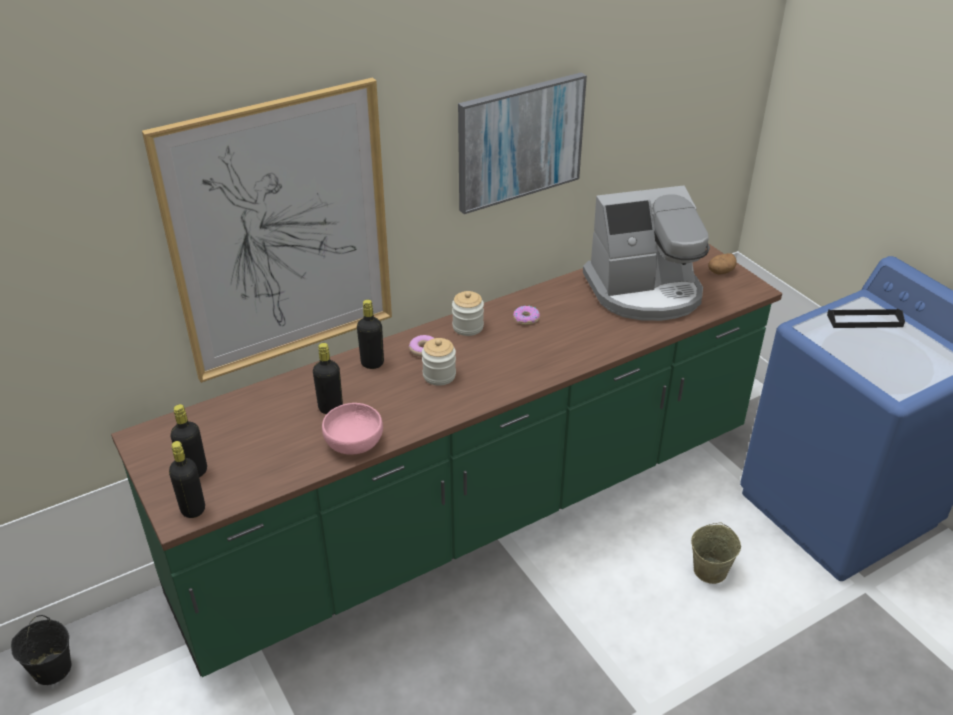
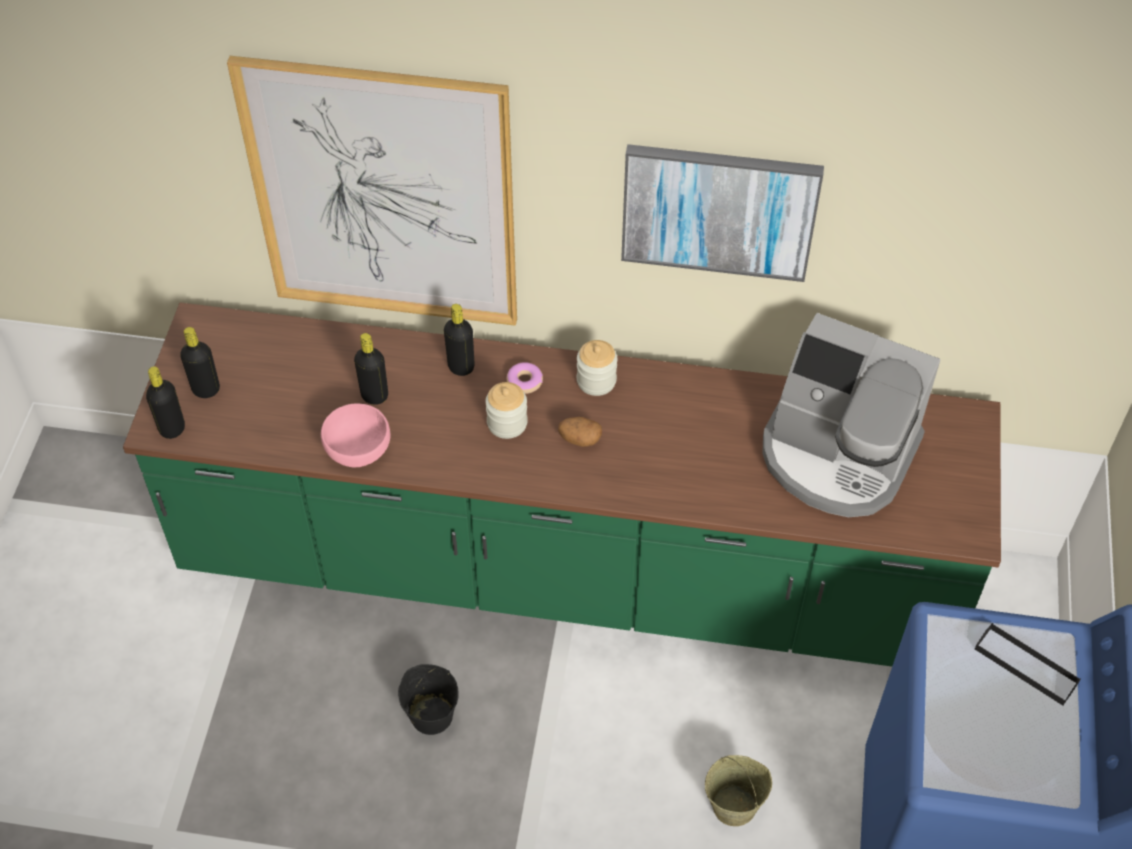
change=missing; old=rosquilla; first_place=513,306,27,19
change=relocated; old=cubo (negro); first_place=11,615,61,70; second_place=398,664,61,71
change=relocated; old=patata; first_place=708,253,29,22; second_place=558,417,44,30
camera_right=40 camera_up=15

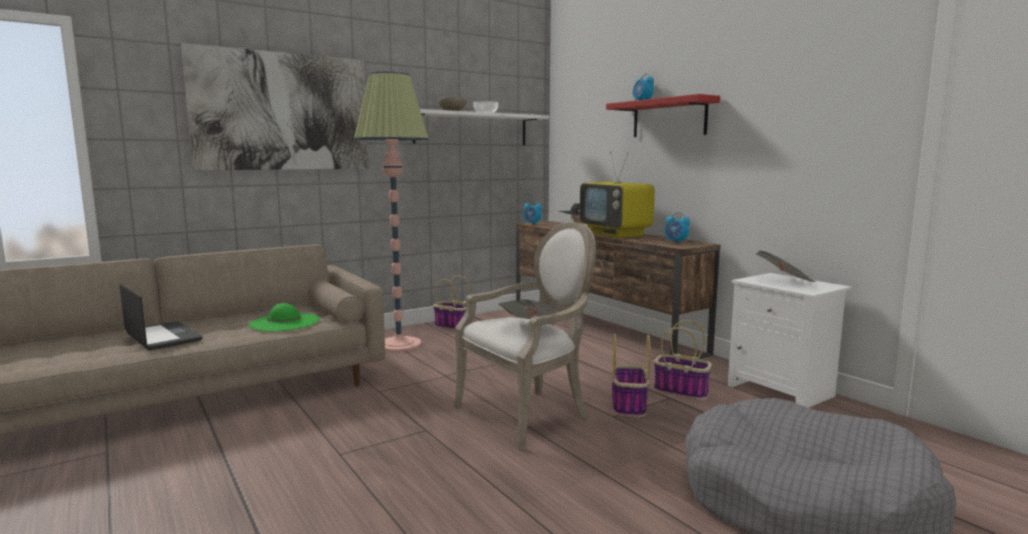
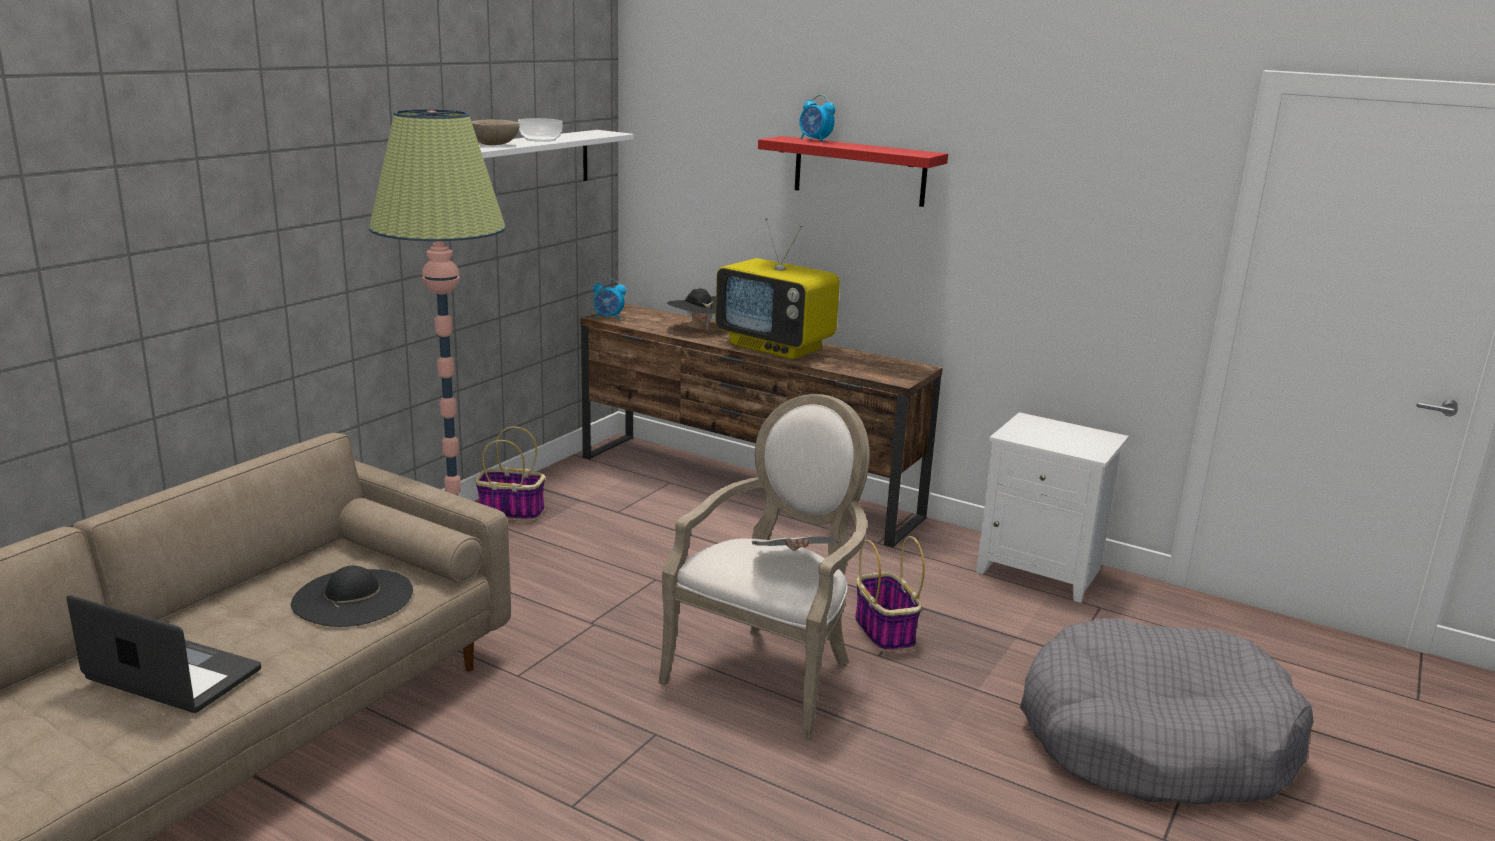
change=missing; old=cuadro; first_place=181,43,187,127
change=missing; old=cesta; first_place=654,320,58,80
change=missing; old=despertador; first_place=664,212,26,32
change=missing; old=periódico; first_place=756,251,60,31
change=colour; old=sombrero (verde); new=sombrero (negro); first_place=248,303,72,29; second_place=291,566,122,61
camera_right=-25 camera_up=10

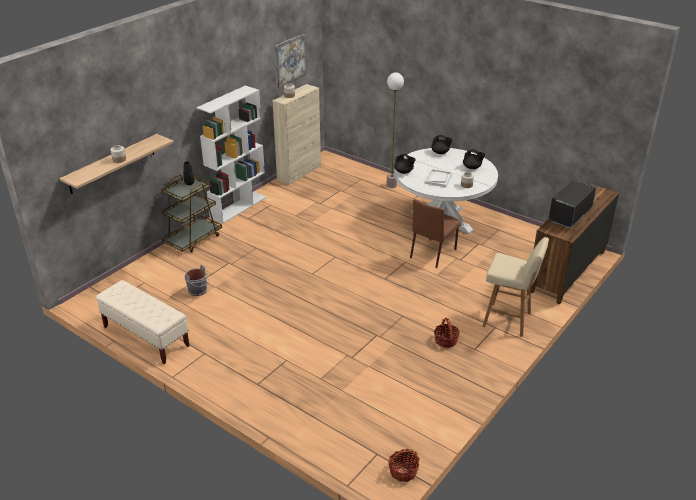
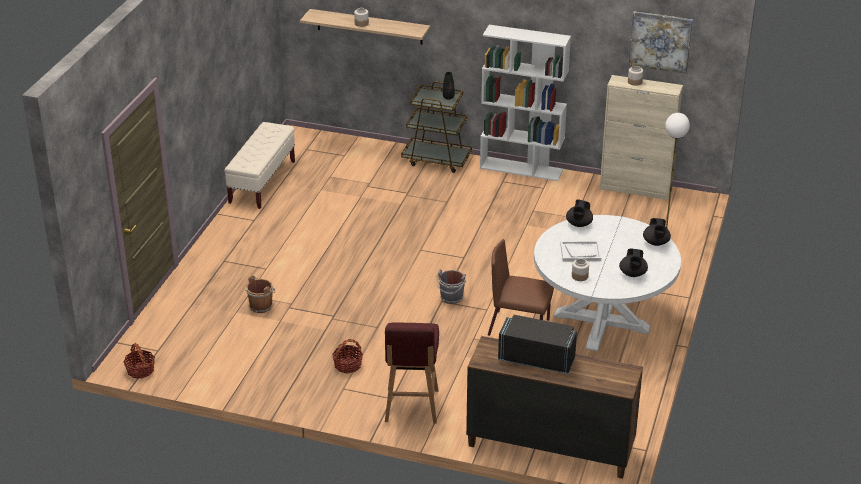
change=appeared; new=cubo (marrón); second_place=245,275,31,38
change=relocated; old=cubo (gris); first_place=184,265,25,31; second_place=437,270,29,34
change=colour; old=taburete (beis); new=taburete (rojo); first_place=482,237,67,100; second_place=385,322,54,102
camera_right=70 camera_up=0

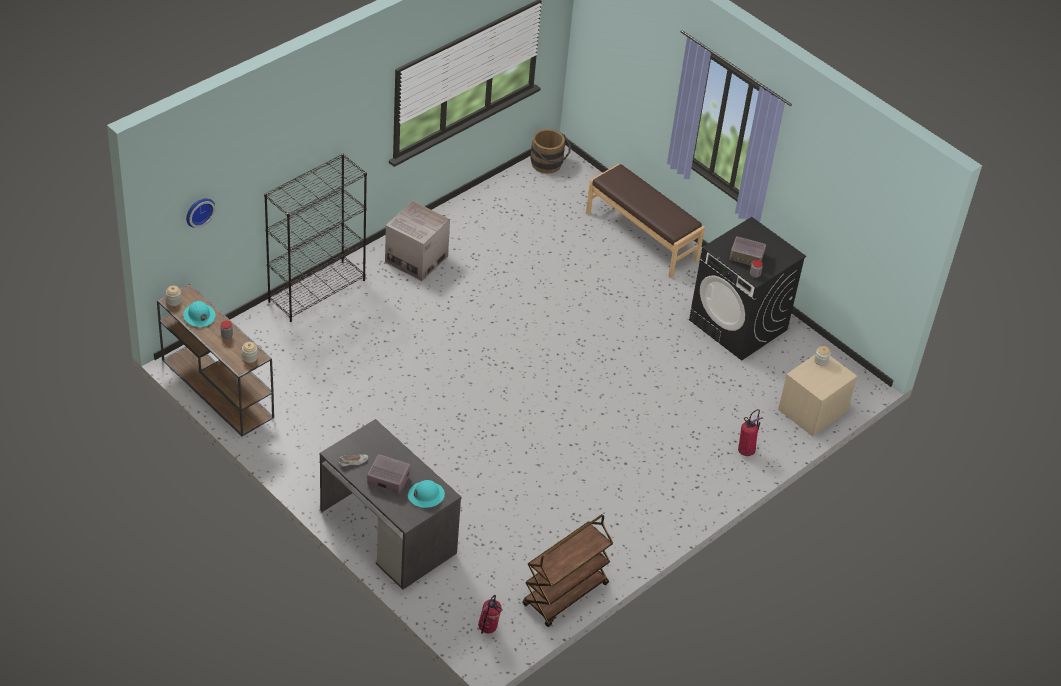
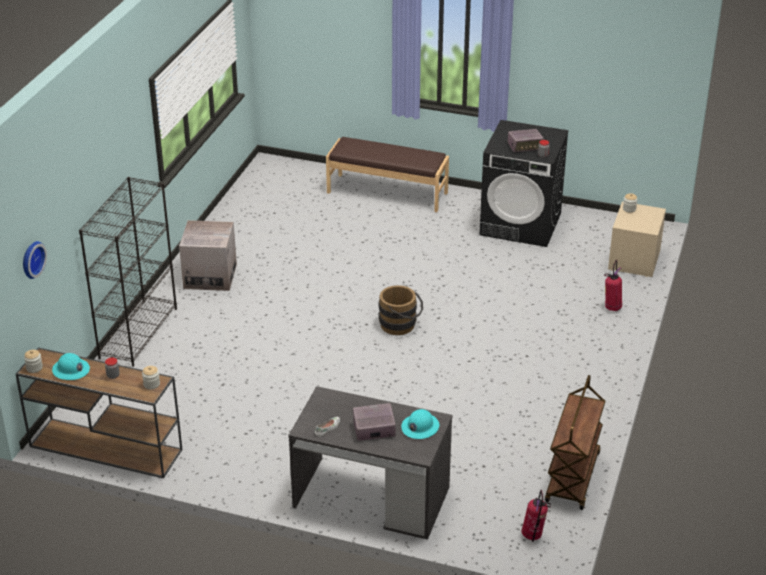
change=relocated; old=cubo (marrón); first_place=530,129,41,45; second_place=379,285,44,50
camera_right=-25 camera_up=-10

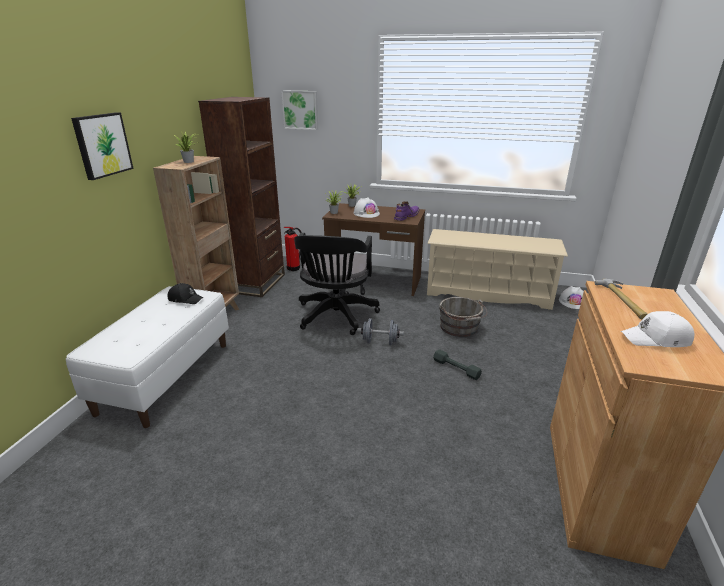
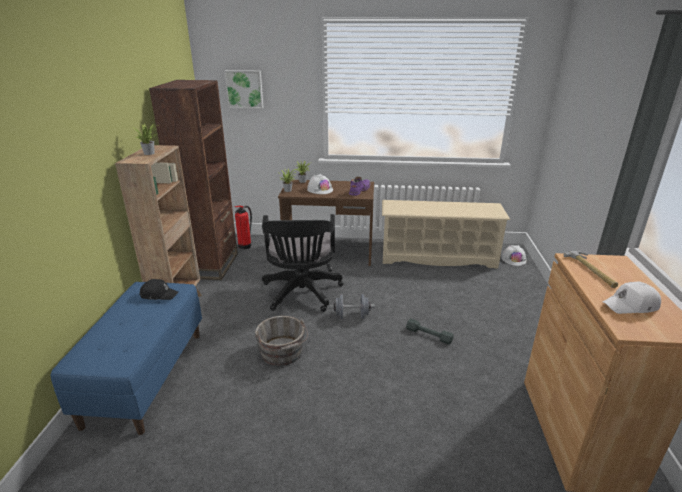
change=missing; old=cuadro; first_place=71,112,63,68
change=relocated; old=cubo (gris); first_place=439,297,49,40; second_place=255,316,53,50
change=colour; old=banco (blanco); new=banco (azul); first_place=66,286,163,142; second_place=51,282,151,153
camera_right=-10 camera_up=0

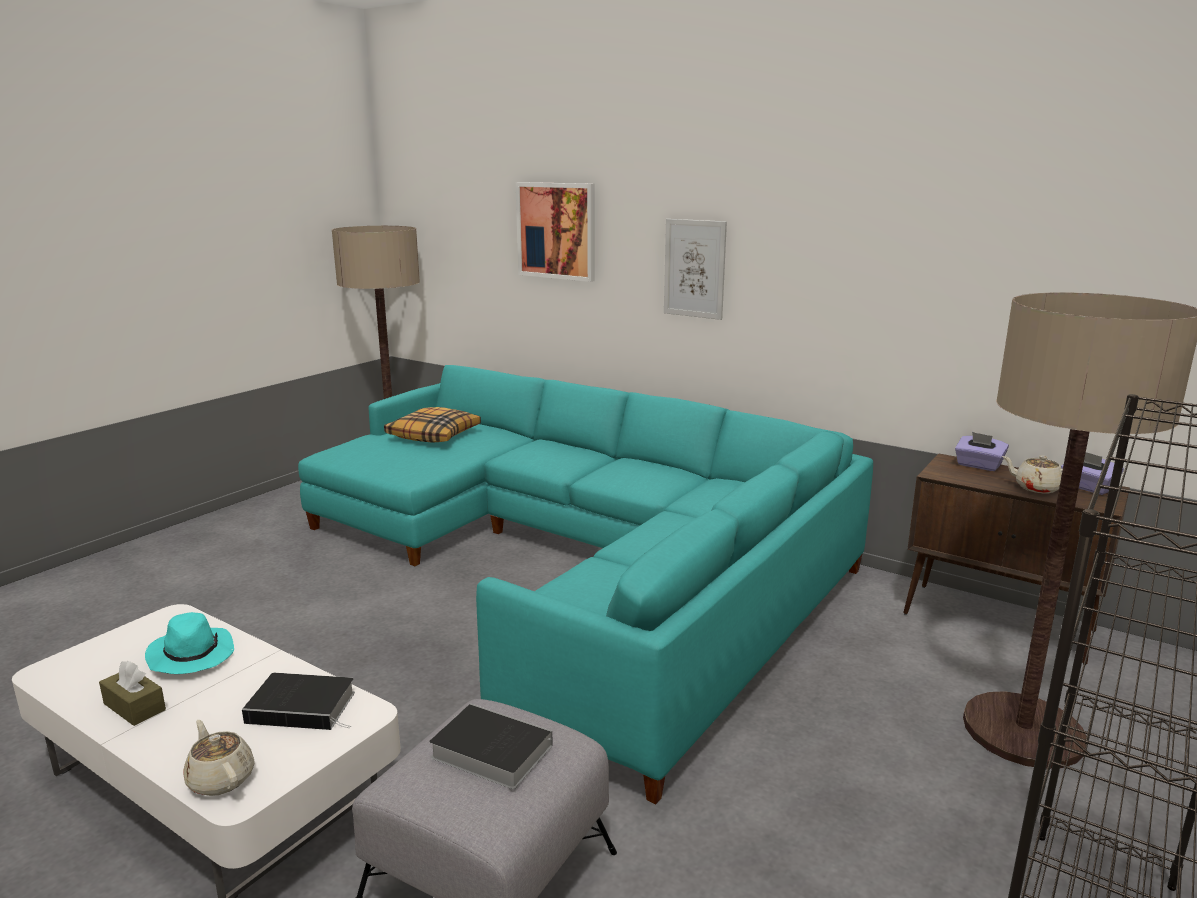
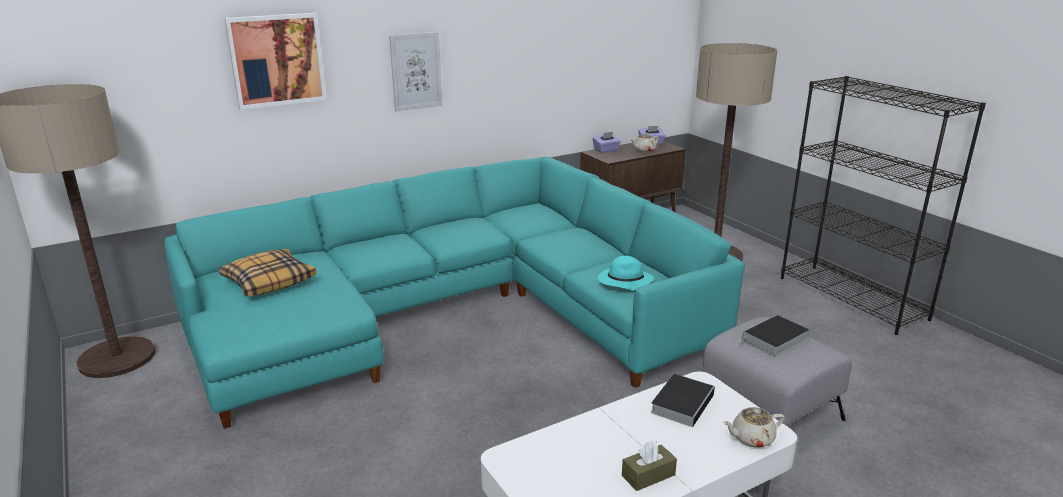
change=relocated; old=sombrero (turquesa); first_place=145,612,89,62; second_place=598,255,56,36
camera_right=-65 camera_up=5

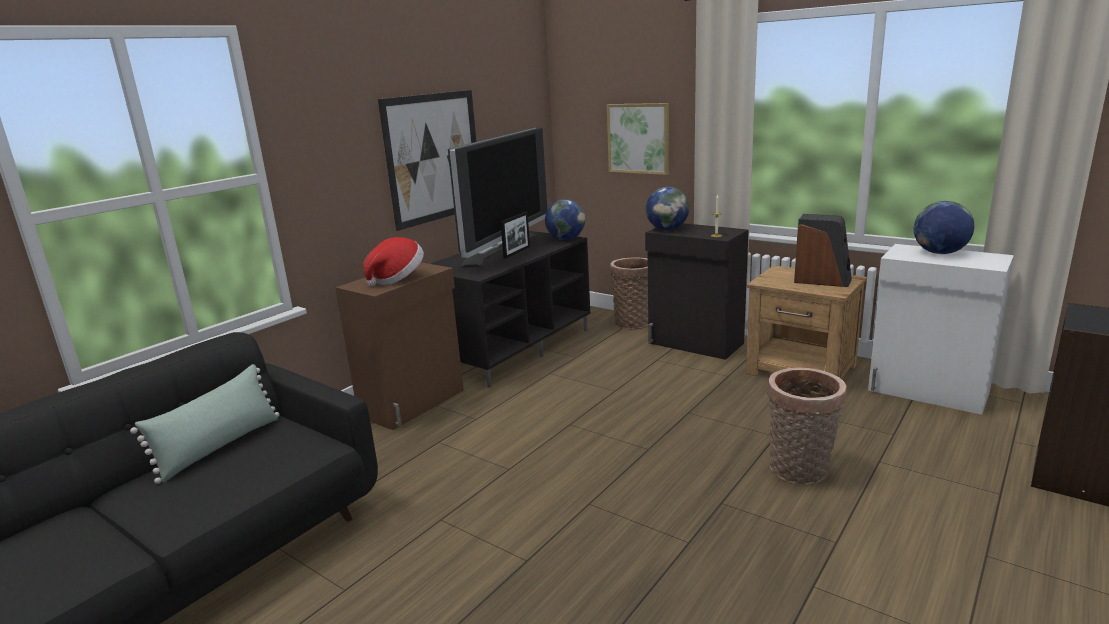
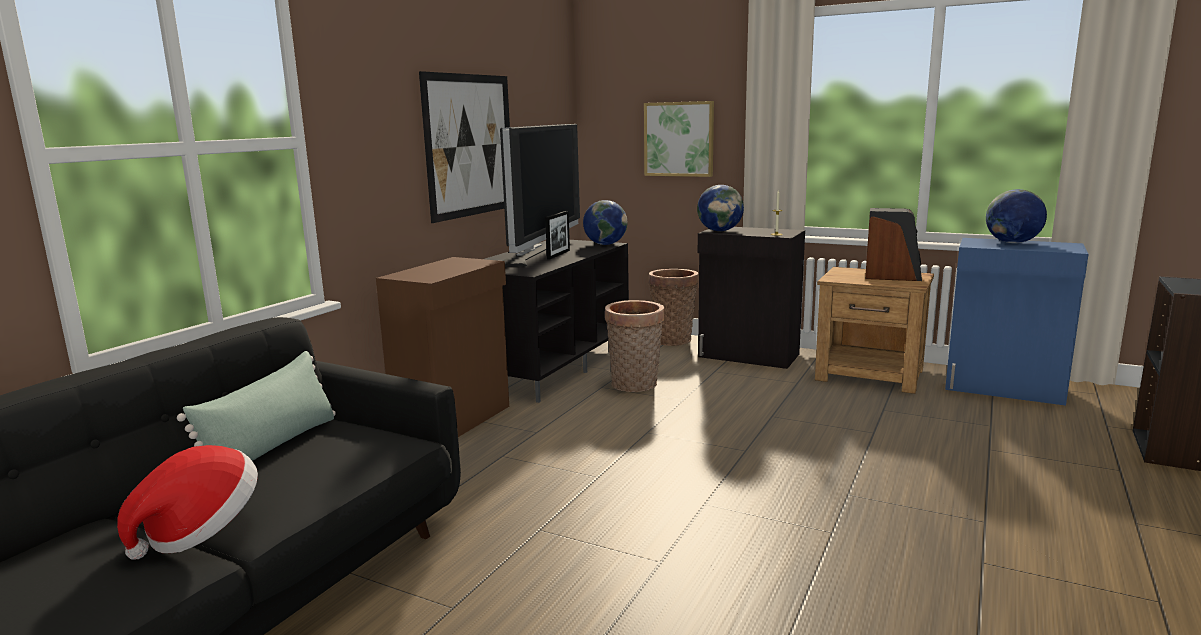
change=relocated; old=sombrero; first_place=363,237,61,49; second_place=117,445,141,115
change=relocated; old=cesta; first_place=767,367,80,117; second_place=605,300,59,92
change=colour; old=armario (blanco); new=armario (azul); first_place=868,244,146,171; second_place=945,238,144,168
camera_right=-10 camera_up=-5

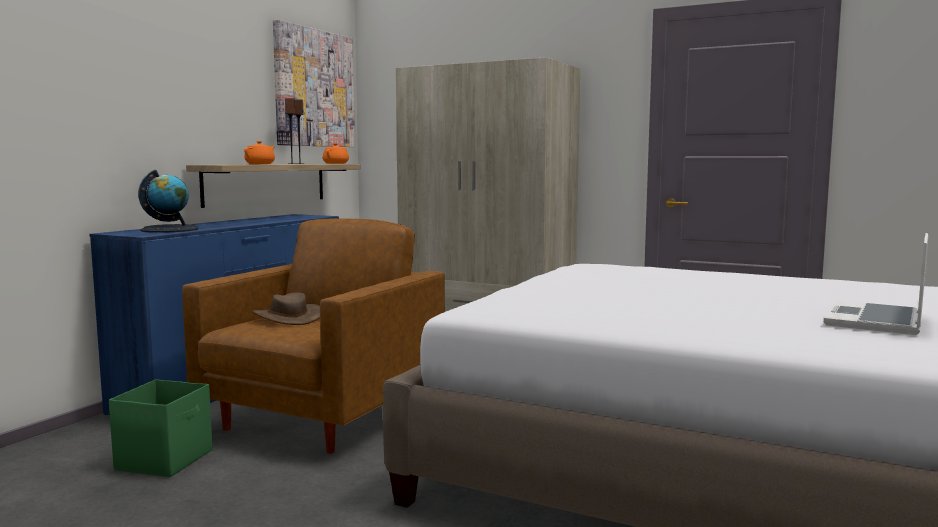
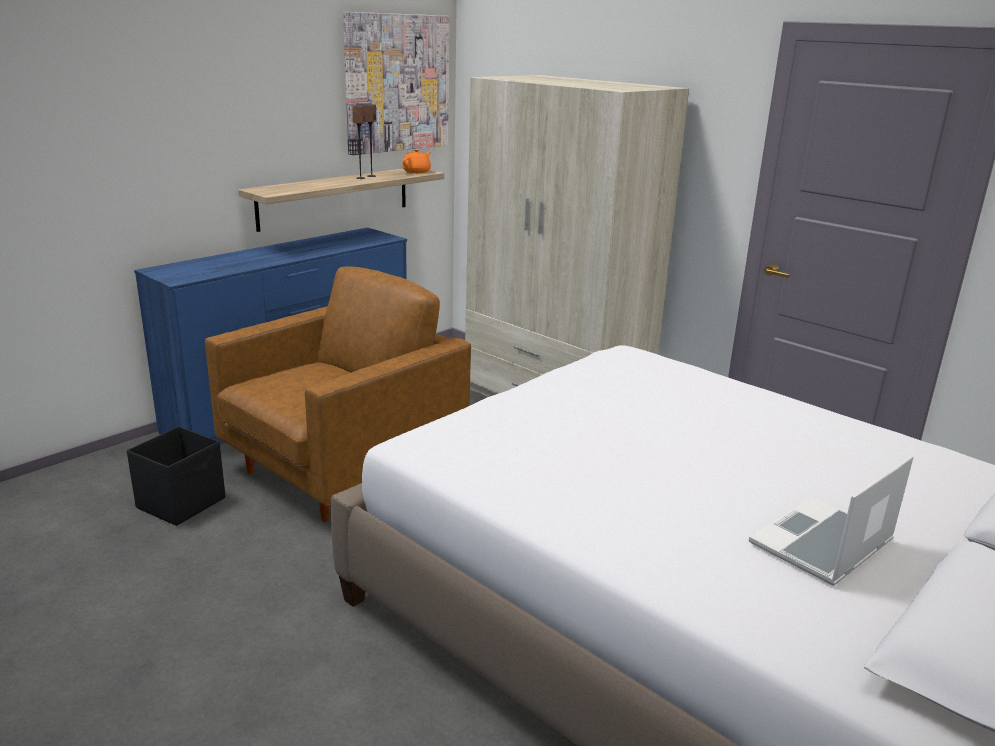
change=missing; old=globo terráqueo; first_place=138,170,60,63
change=missing; old=tetera (naranja); first_place=244,141,31,23
change=missing; old=sombrero (marrón); first_place=252,293,68,32
change=colour; old=caja de almacenaje (verde); new=caja de almacenaje (negro); first_place=109,379,103,98; second_place=127,426,98,100
camera_right=15 camera_up=15

